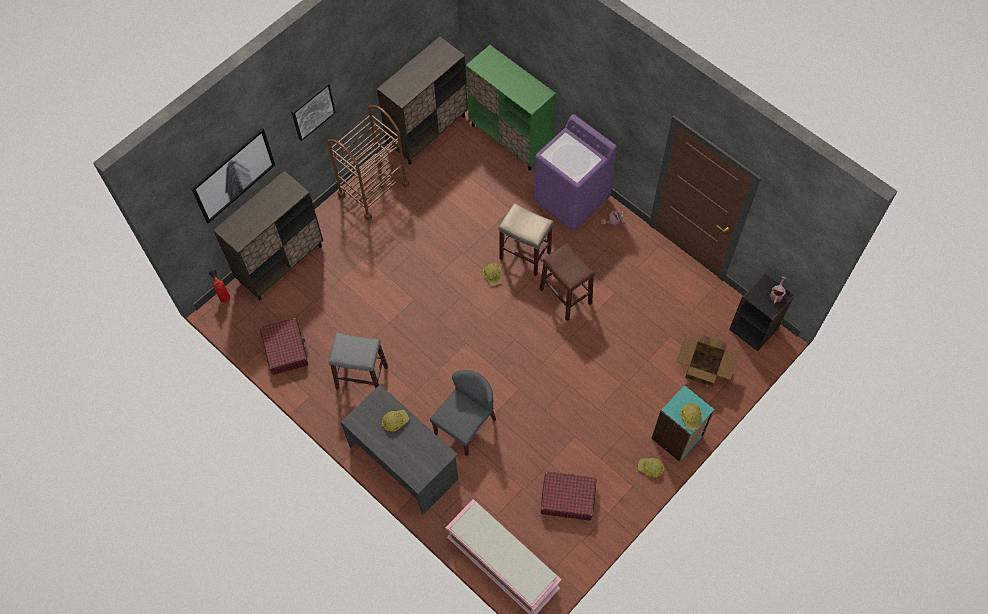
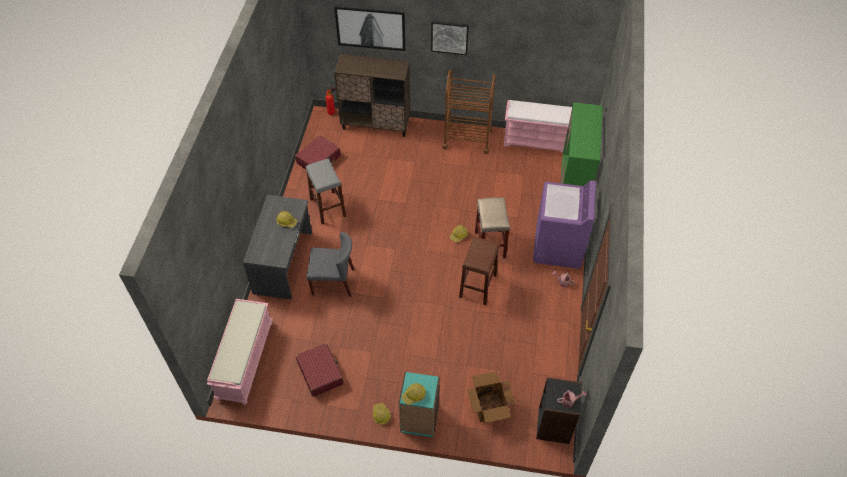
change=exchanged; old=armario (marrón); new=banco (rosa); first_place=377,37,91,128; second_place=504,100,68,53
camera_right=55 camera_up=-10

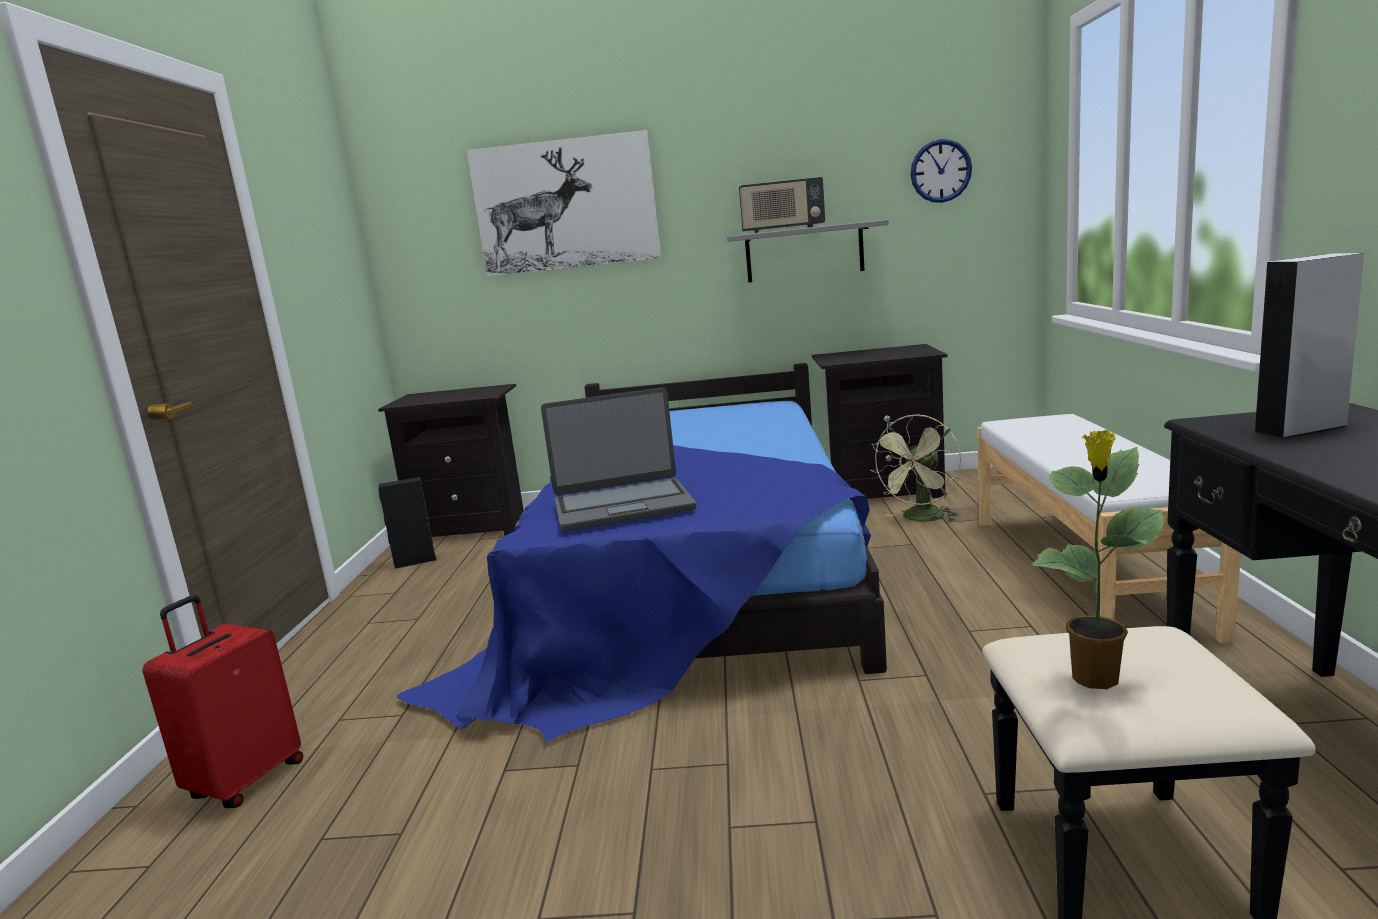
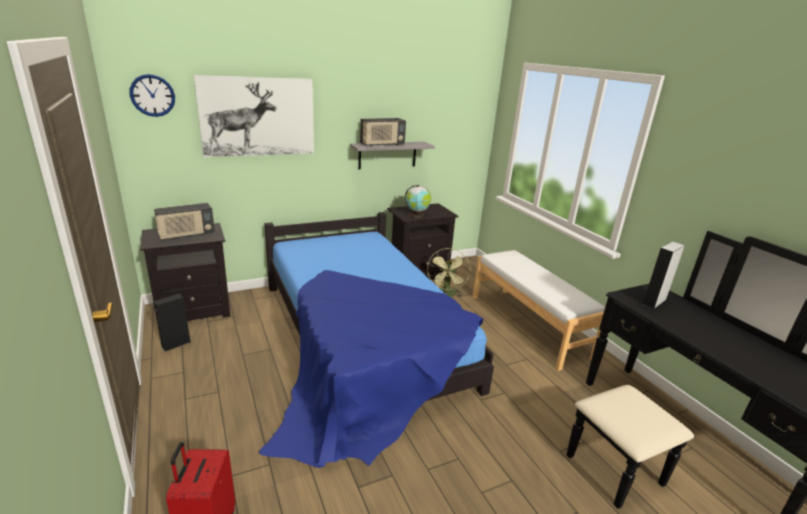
change=missing; old=portátil; first_place=541,387,155,145
change=missing; old=planta en maceta; first_place=1031,430,134,259
change=appeared; new=radio; second_place=154,203,61,38
change=appeared; new=globo terráqueo; second_place=405,185,26,34
change=relocated; old=reloj de pared; first_place=910,139,62,64; second_place=130,74,45,43
camera_right=-30 camera_up=10

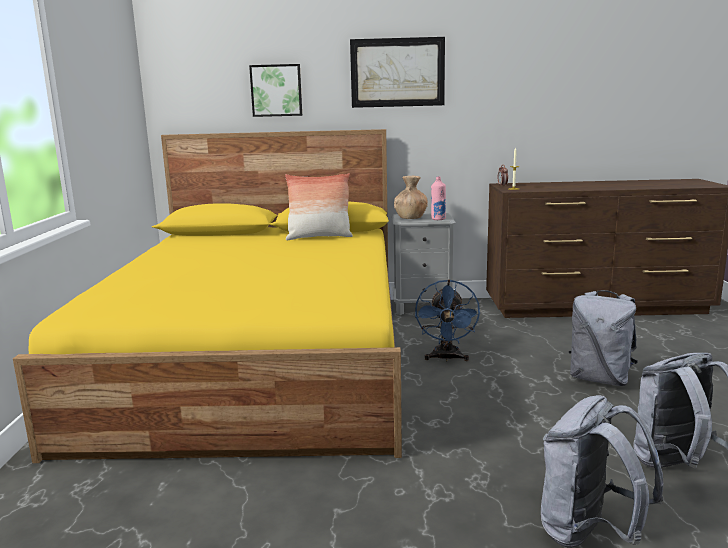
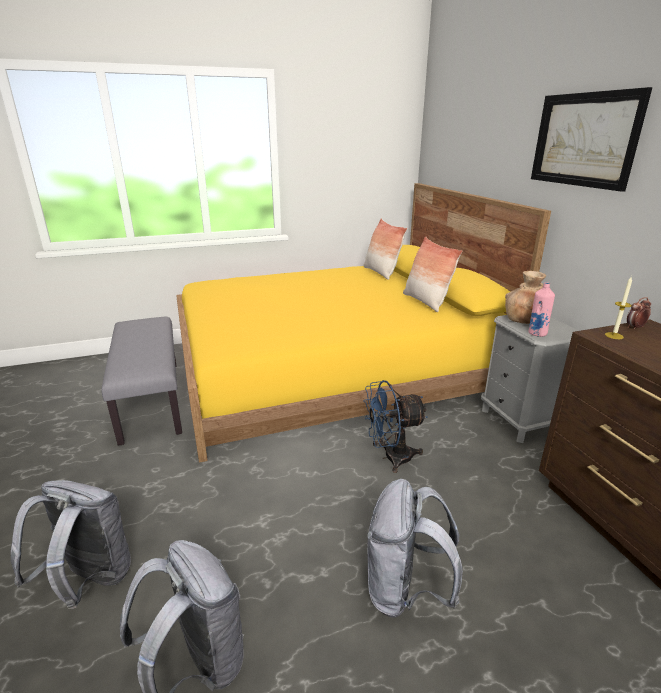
change=missing; old=cuadro; first_place=249,64,53,53
change=appeared; new=banco (gris); second_place=102,317,80,129
change=appeared; new=cojín; second_place=364,218,43,62
camera_right=70 camera_up=10

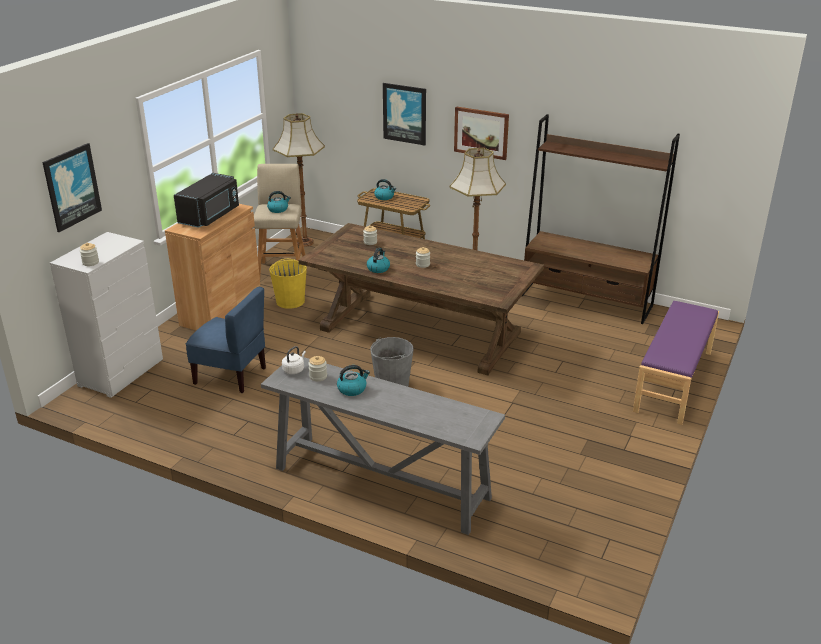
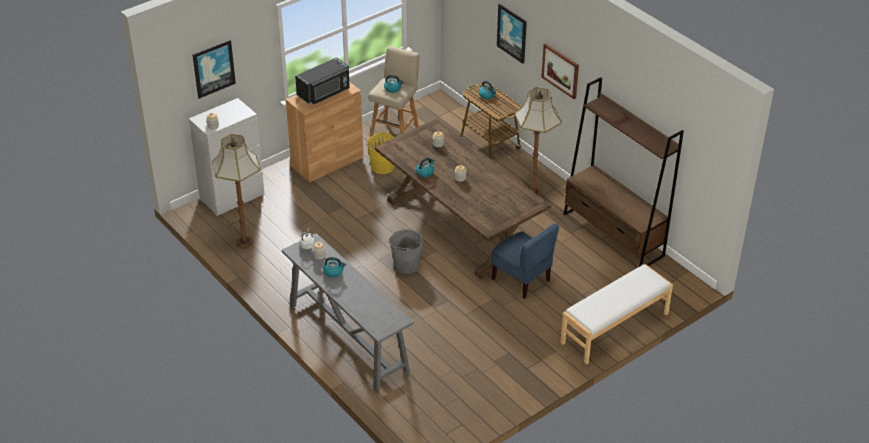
change=relocated; old=silla (azul); first_place=185,287,81,106; second_place=491,224,68,75
change=relocated; old=lámpara de pie; first_place=273,113,52,134; second_place=212,134,48,115
change=colour; old=banco (morado); new=banco (blanco); first_place=633,301,86,124; second_place=560,264,113,100
camera_right=25 camera_up=10

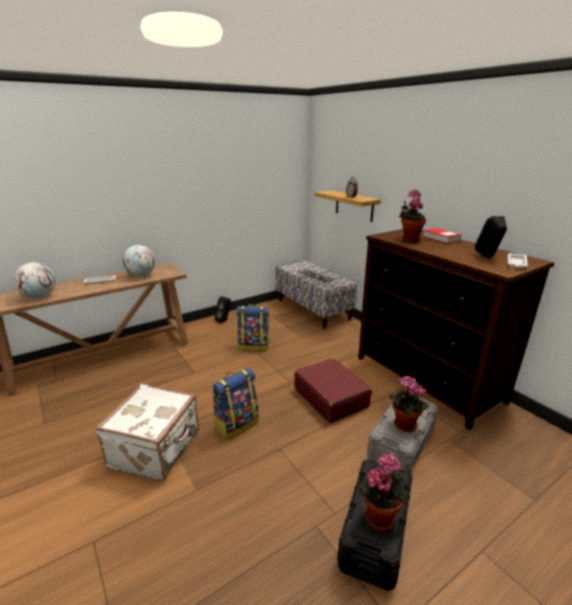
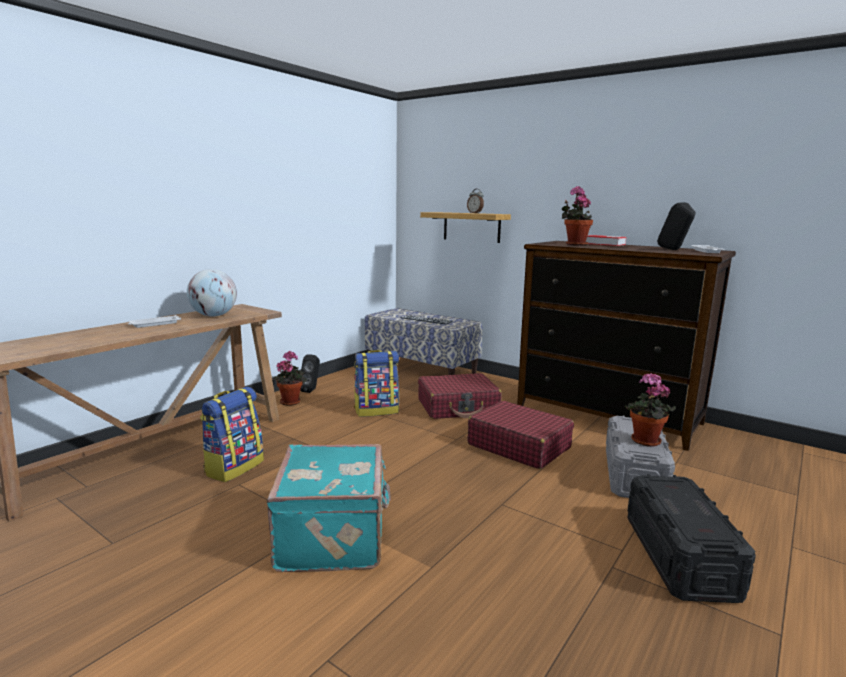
change=missing; old=globo terráqueo; first_place=13,262,43,36
change=appeared; new=maleta (rojo); second_place=418,373,84,46
change=relocated; old=mochila; first_place=212,368,47,72; second_place=200,387,64,95
change=relocated; old=planta en maceta; first_place=358,453,52,78; second_place=272,351,35,55
change=colour; old=maleta (blanco); new=maleta (turquesa); first_place=95,384,104,97; second_place=267,444,124,128
camera_right=-20 camera_up=-10

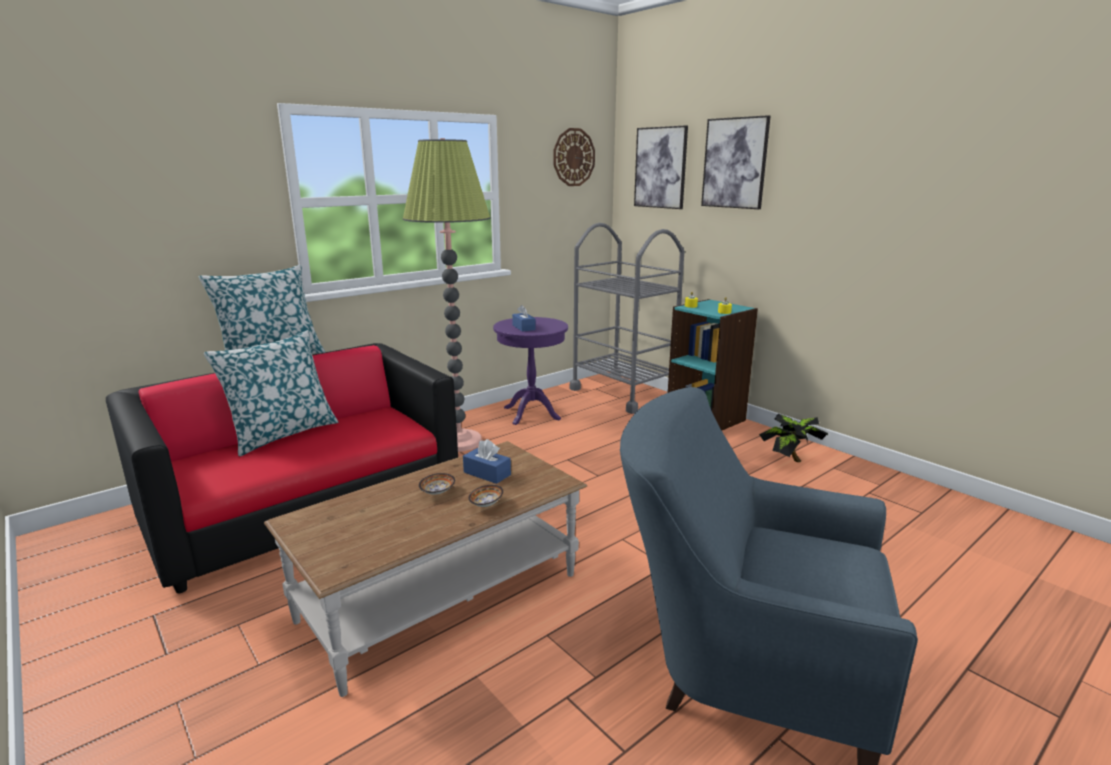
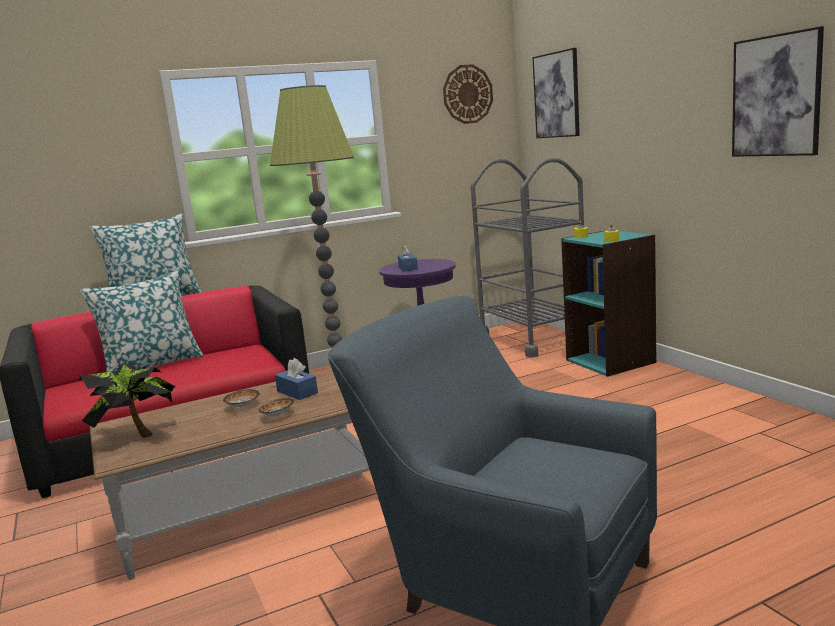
change=relocated; old=cuadro; first_place=701,115,70,94; second_place=732,26,92,131
change=relocated; old=planta en maceta; first_place=759,414,69,48; second_place=78,363,98,75
camera_right=15 camera_up=-5

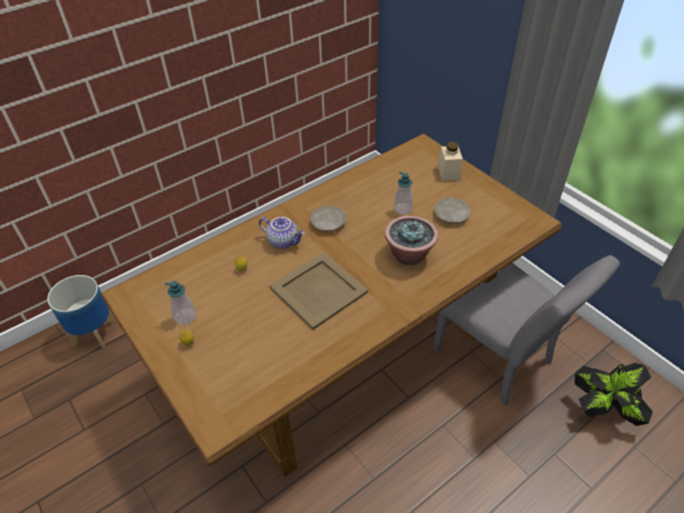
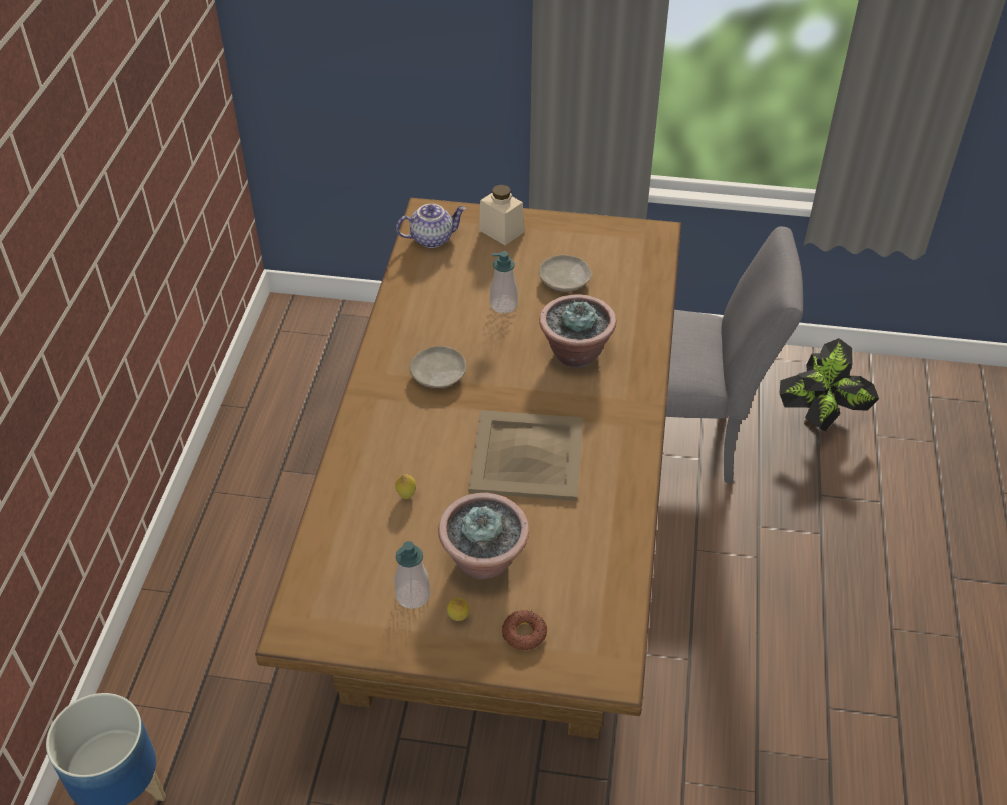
change=appeared; new=planta en maceta; second_place=438,493,91,86
change=appeared; new=rosquilla; second_place=502,610,45,40
change=relocated; old=tetera; first_place=259,217,46,32; second_place=396,204,70,44
camera_right=-45 camera_up=0

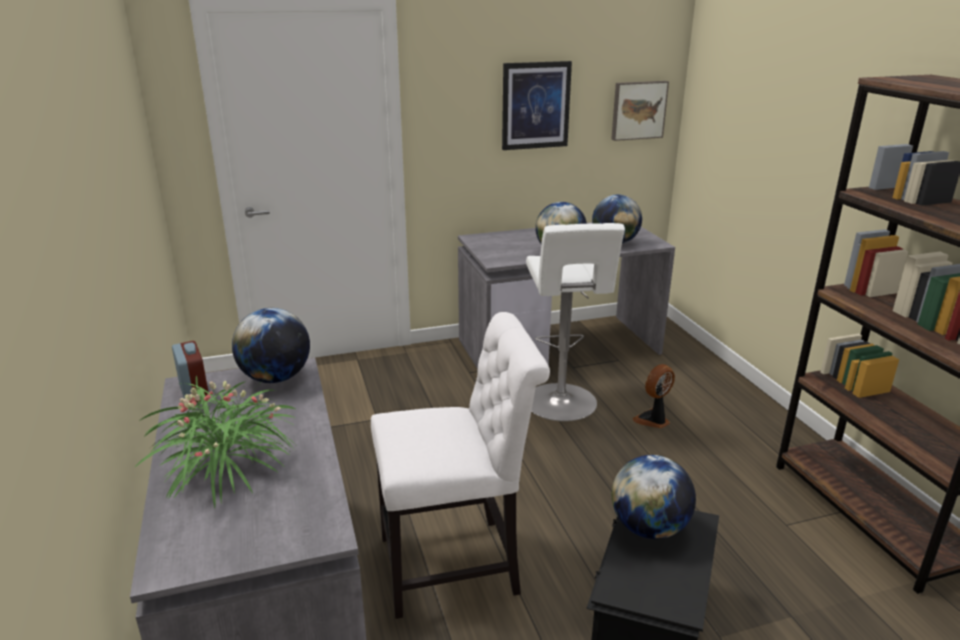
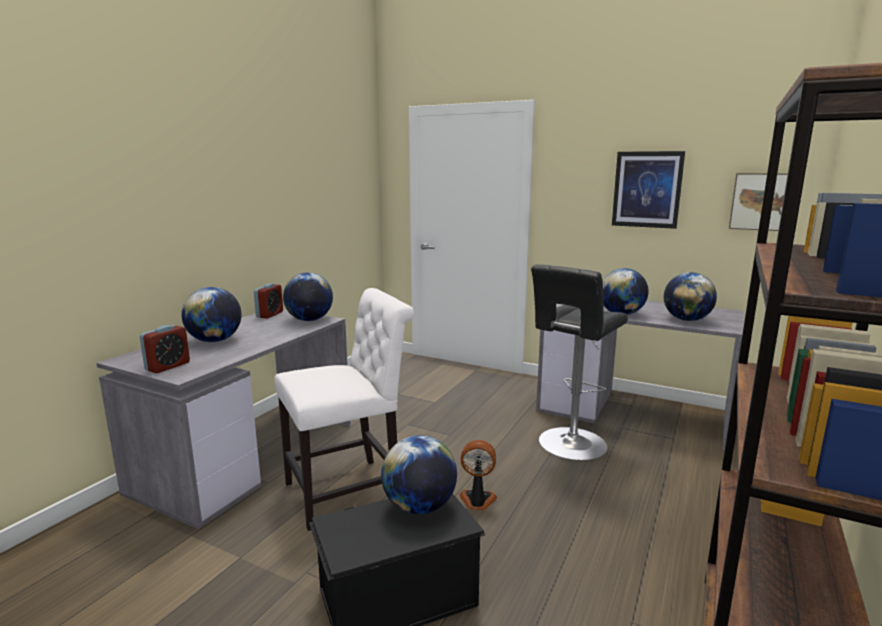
change=appeared; new=despertador; second_place=140,325,50,48
change=relocated; old=ventilador; first_place=632,364,43,64; second_place=459,440,38,70
change=exchanged; old=planta en maceta; new=globo terráqueo; first_place=134,375,166,133; second_place=181,287,61,55
change=colour; old=taburete (blanco); new=taburete (negro); first_place=526,223,99,198; second_place=531,264,97,197
change=spun; old=silla (blanco); first_place=371,312,179,307; second_place=274,288,140,243; degrees=-60
camera_right=45 camera_up=-10

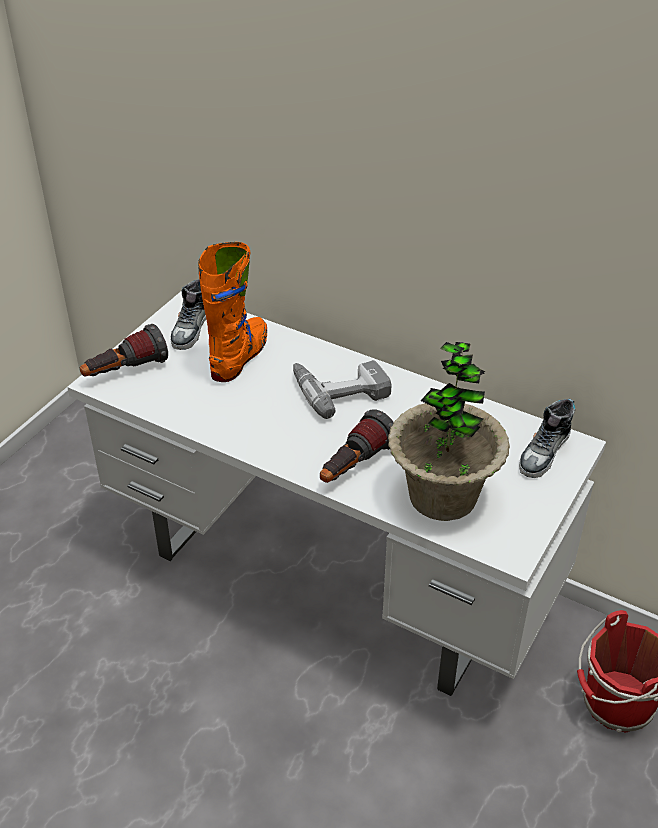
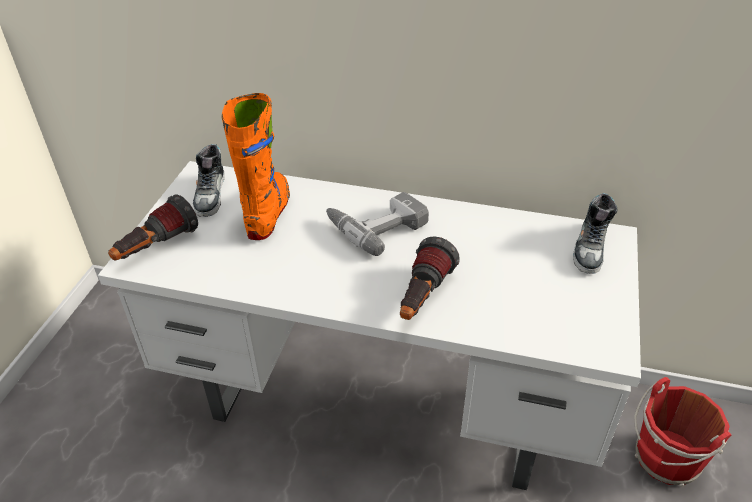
change=missing; old=planta en maceta; first_place=388,342,122,179
camera_right=-15 camera_up=0

